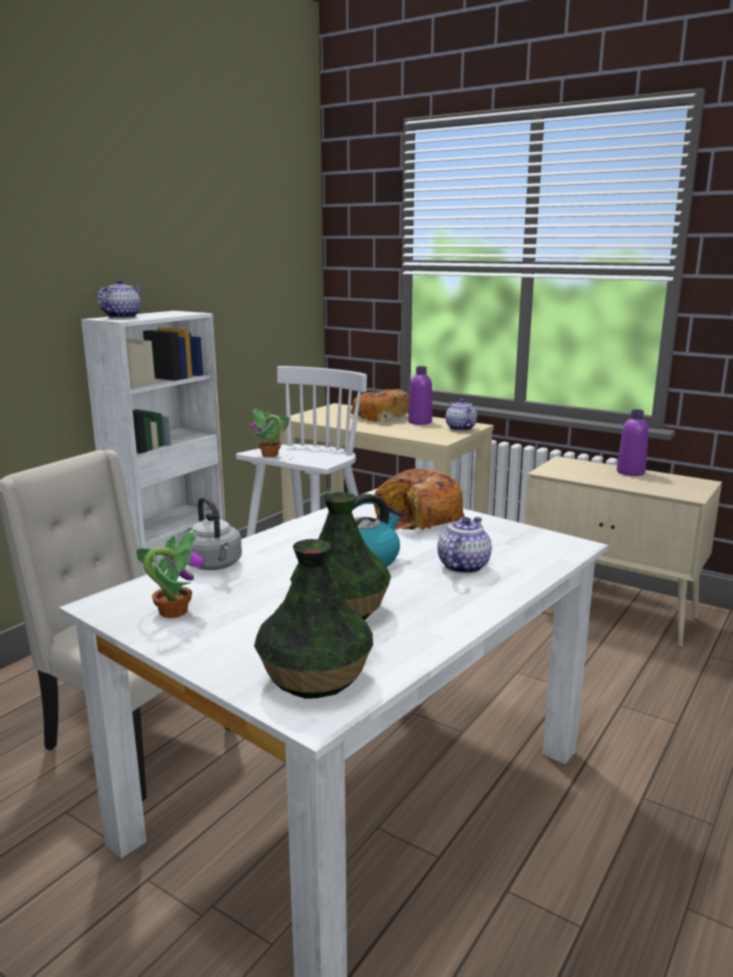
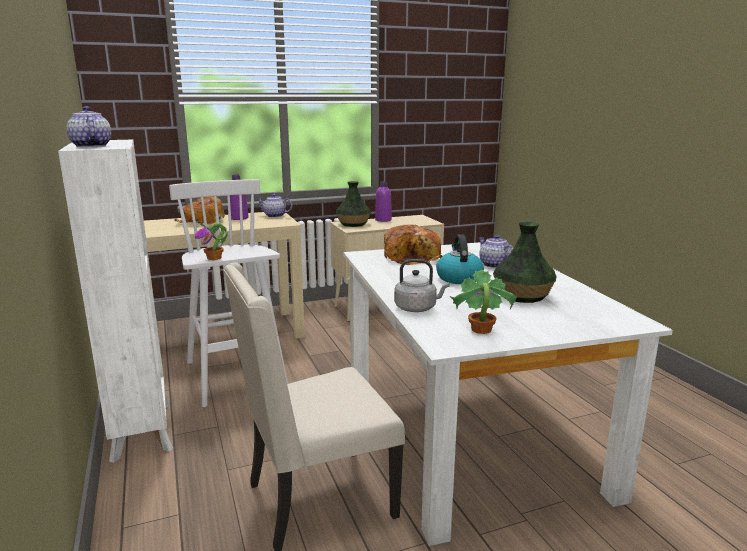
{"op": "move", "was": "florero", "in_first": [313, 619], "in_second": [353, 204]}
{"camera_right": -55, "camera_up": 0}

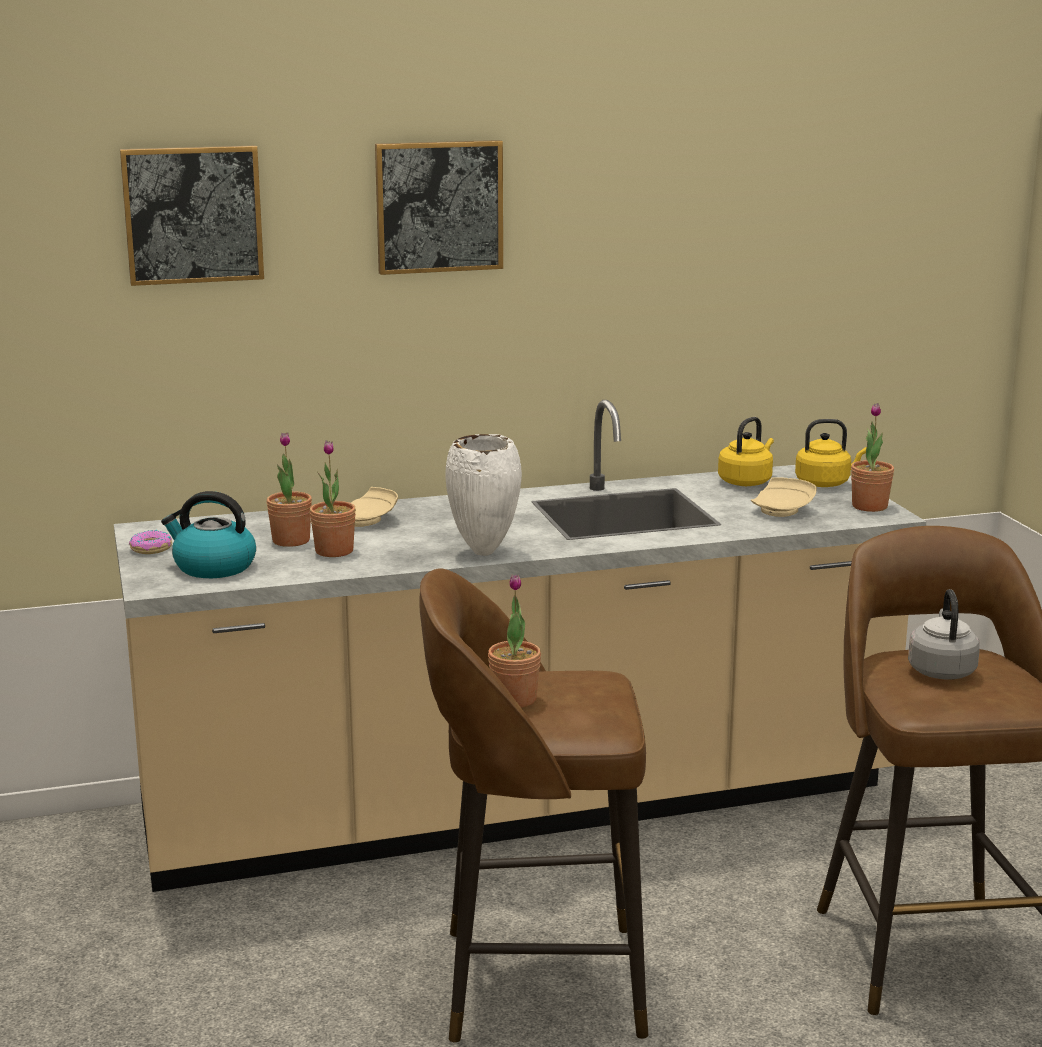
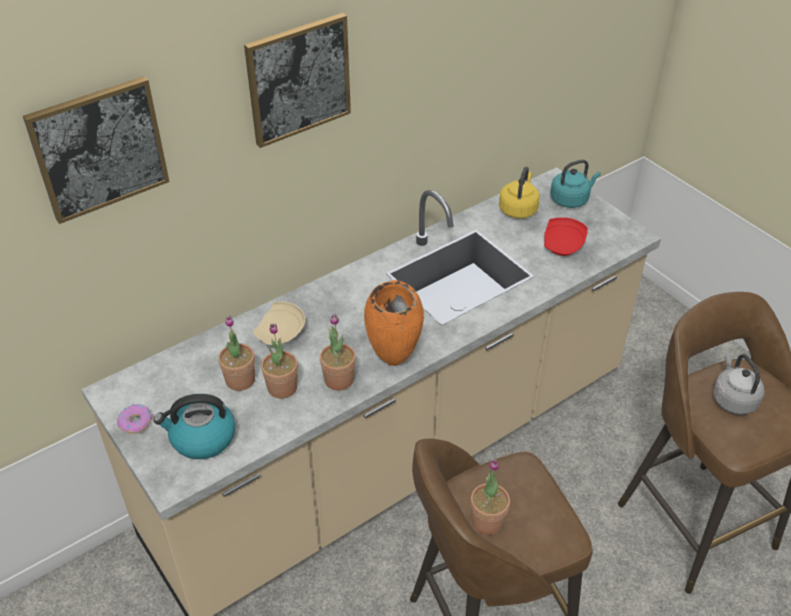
{"op": "move", "was": "planta en maceta", "in_first": [872, 457], "in_second": [338, 352]}
{"op": "recolor", "was": "florero (blanco)", "now": "florero (naranja)", "in_first": [483, 495], "in_second": [394, 323]}
{"op": "recolor", "was": "plato (beis)", "now": "plato (rojo)", "in_first": [784, 497], "in_second": [566, 236]}
{"op": "recolor", "was": "hervidor (amarillo)", "now": "hervidor (turquesa)", "in_first": [831, 453], "in_second": [575, 183]}
{"camera_right": -20, "camera_up": 25}

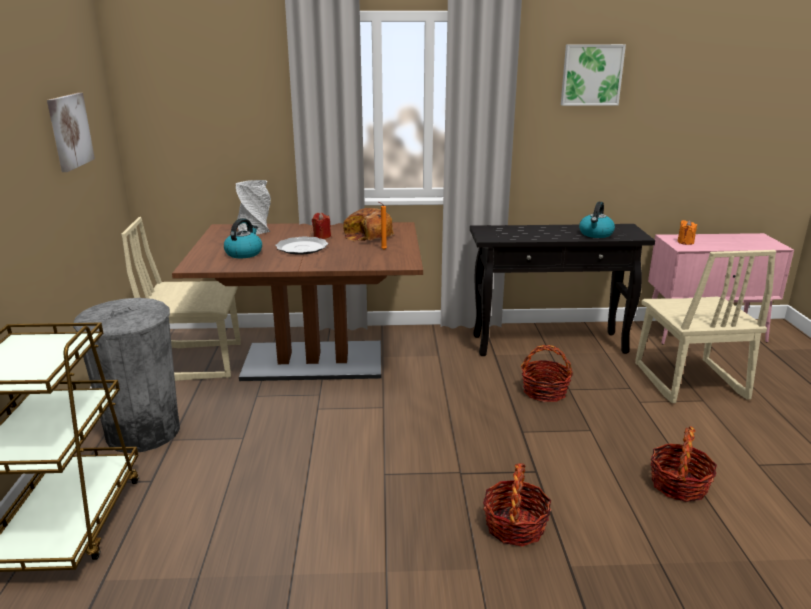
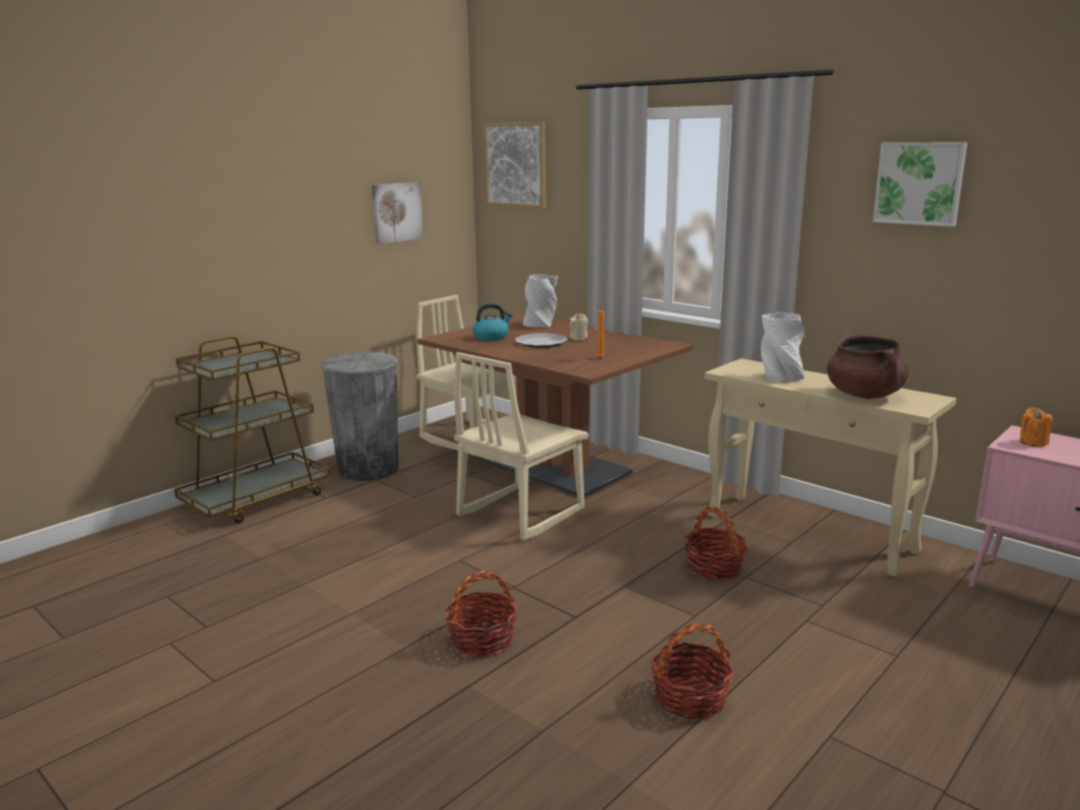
{"op": "move", "was": "silla (beis)", "in_first": [705, 326], "in_second": [521, 446]}
{"op": "insert", "now": "cuadro", "in_second": [514, 165]}
{"op": "recolor", "was": "vela (rojo)", "now": "vela (beis)", "in_first": [321, 226], "in_second": [579, 327]}
{"op": "recolor", "was": "mesa consola (negro)", "now": "mesa consola (beis)", "in_first": [562, 290], "in_second": [830, 467]}
{"op": "insert", "now": "florero (blanco)", "in_second": [783, 347]}
{"op": "replace", "was": "hervidor", "now": "olla (marrón)", "in_first": [597, 220], "in_second": [868, 366]}
{"op": "delete", "was": "pan", "in_first": [368, 224]}
{"camera_right": 45, "camera_up": -5}

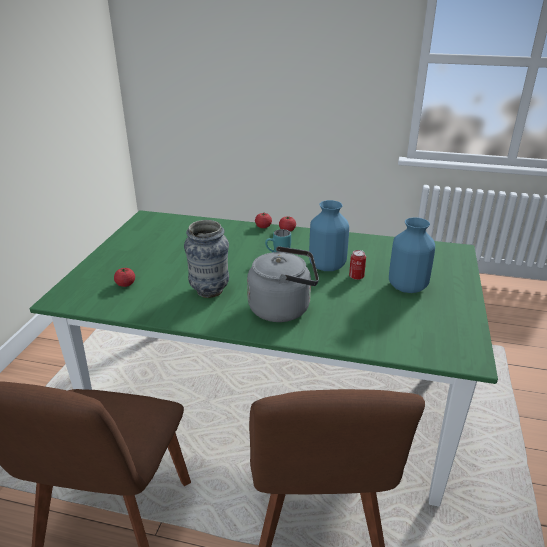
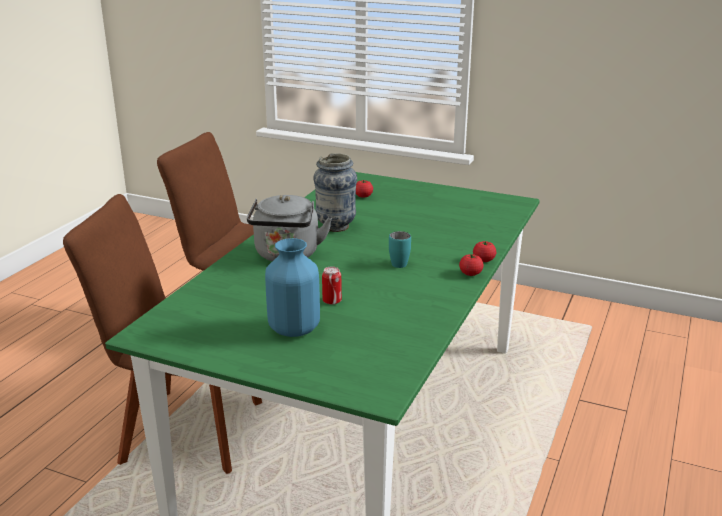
{"op": "delete", "was": "florero (azul)", "in_first": [329, 235]}
{"camera_right": 100, "camera_up": -5}

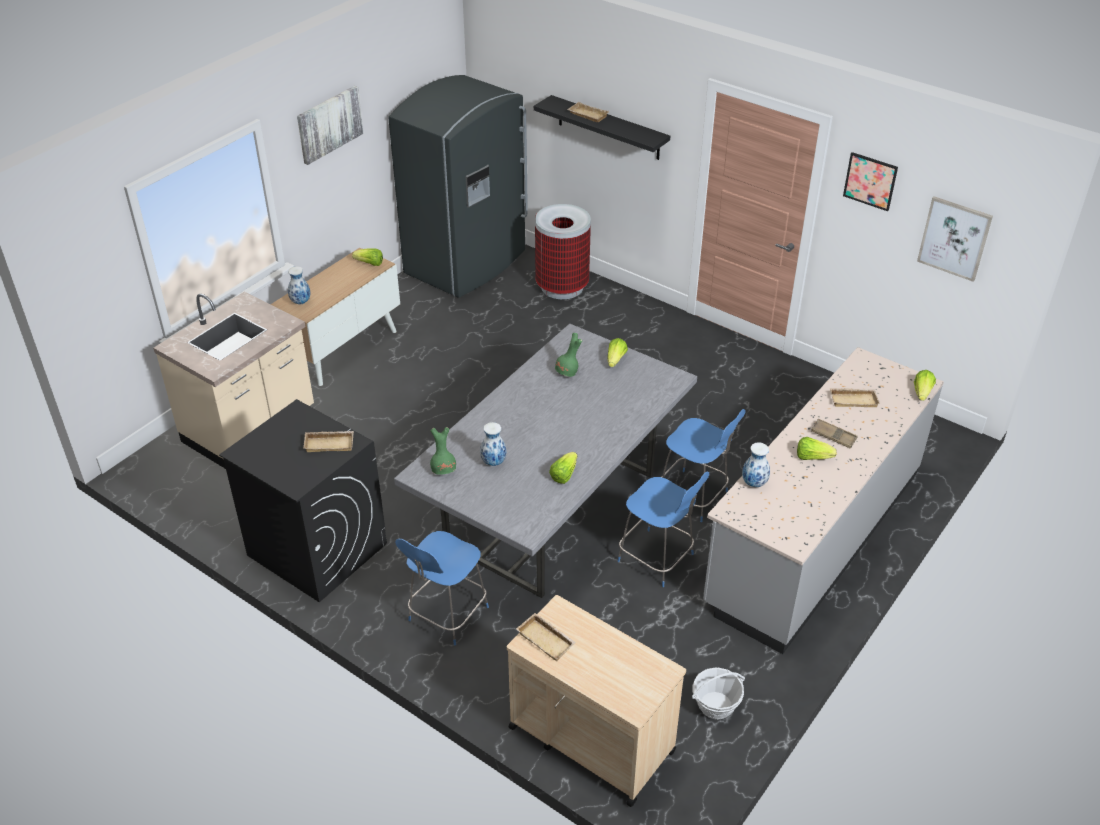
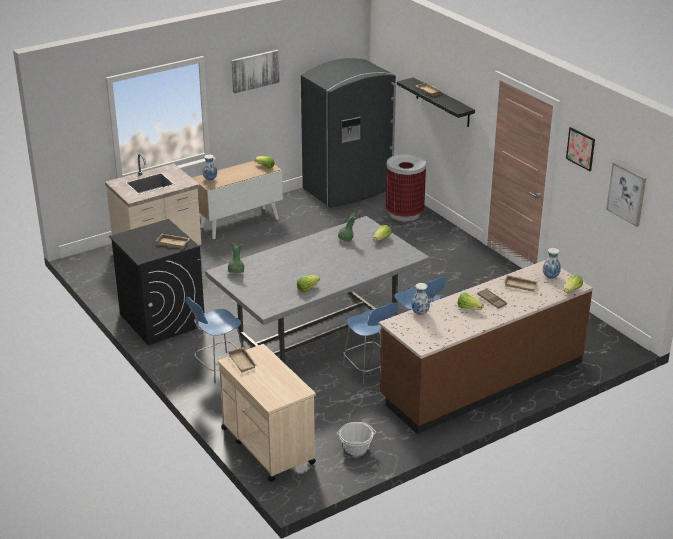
{"op": "recolor", "was": "mueble bajo de cocina (gris)", "now": "mueble bajo de cocina (marrón)", "in_first": [823, 500], "in_second": [486, 347]}
{"op": "move", "was": "florero", "in_first": [493, 444], "in_second": [552, 263]}
{"camera_right": 20, "camera_up": -10}

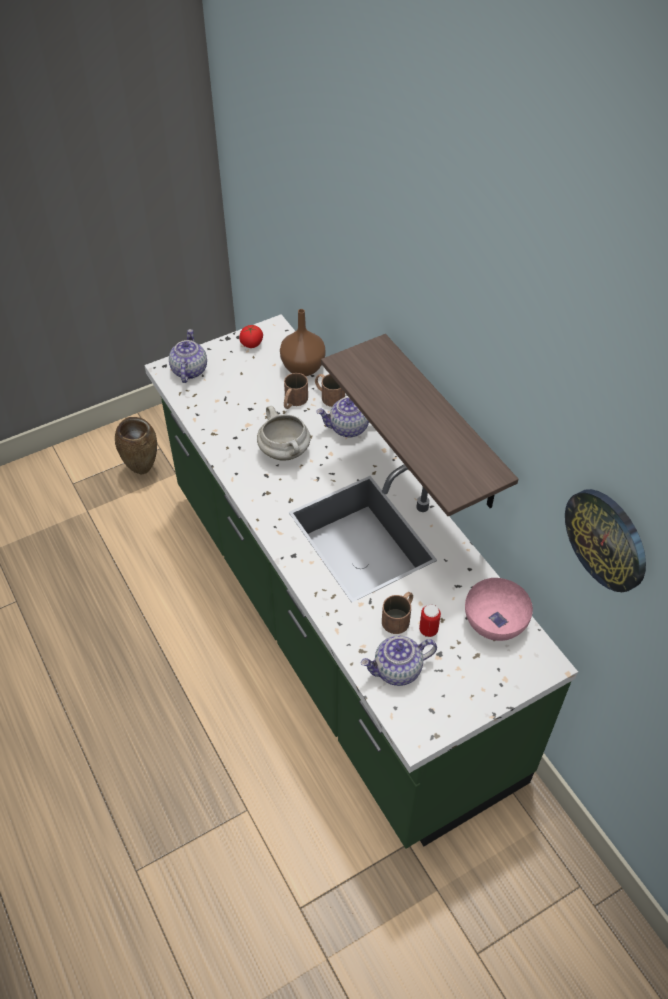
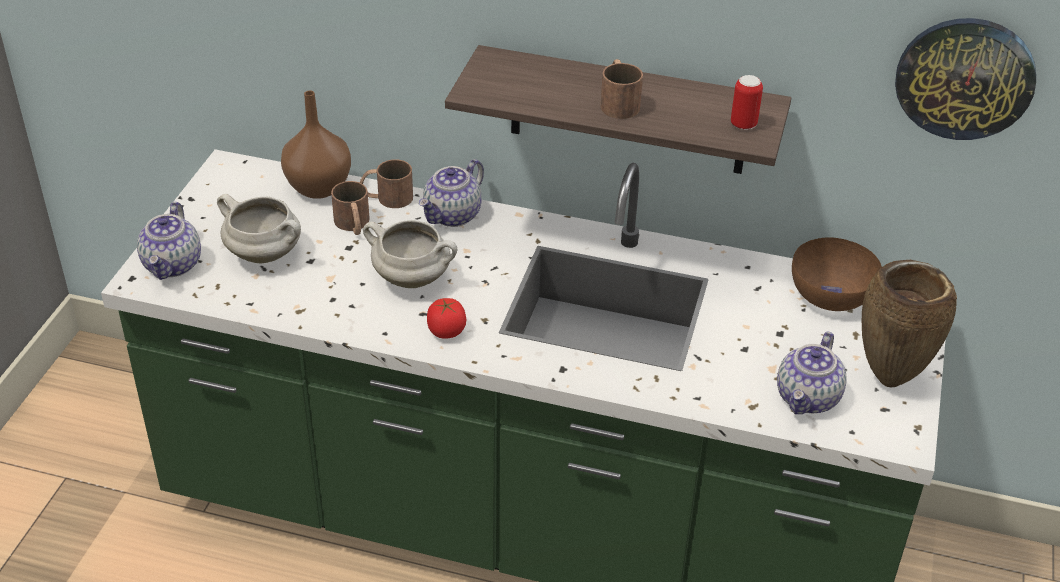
{"op": "rotate", "was": "tetera", "in_first": [188, 356], "in_second": [169, 241], "clockwise": -135}
{"op": "insert", "now": "olla (blanco)", "in_second": [259, 228]}
{"op": "move", "was": "tomate", "in_first": [251, 336], "in_second": [446, 318]}
{"op": "move", "was": "taza grande (marrón)", "in_first": [397, 613], "in_second": [622, 89]}
{"op": "move", "was": "lata", "in_first": [430, 620], "in_second": [747, 102]}
{"op": "recolor", "was": "cuenco (rosa)", "now": "cuenco (marrón)", "in_first": [499, 609], "in_second": [837, 274]}
{"op": "move", "was": "florero (marrón)", "in_first": [136, 445], "in_second": [909, 323]}
{"camera_right": -45, "camera_up": -10}

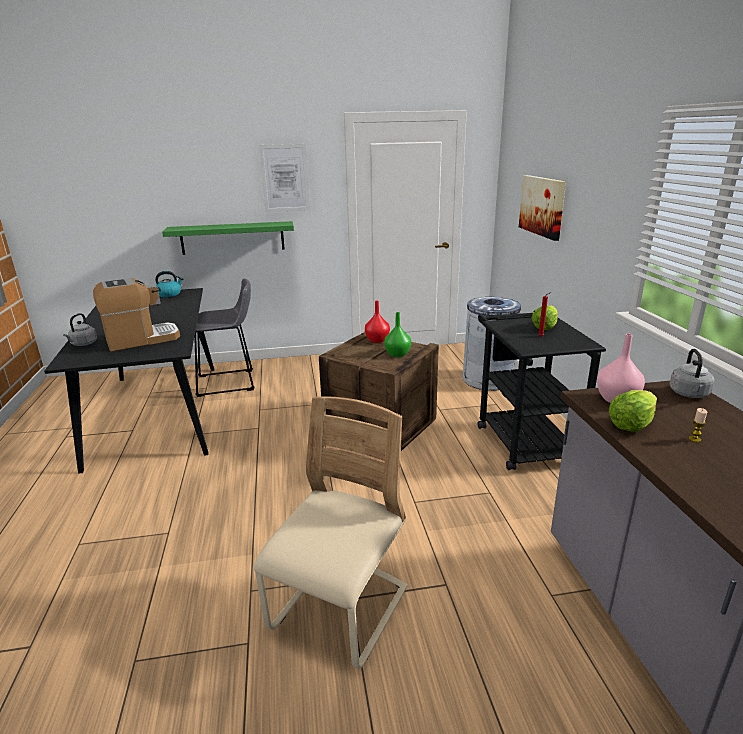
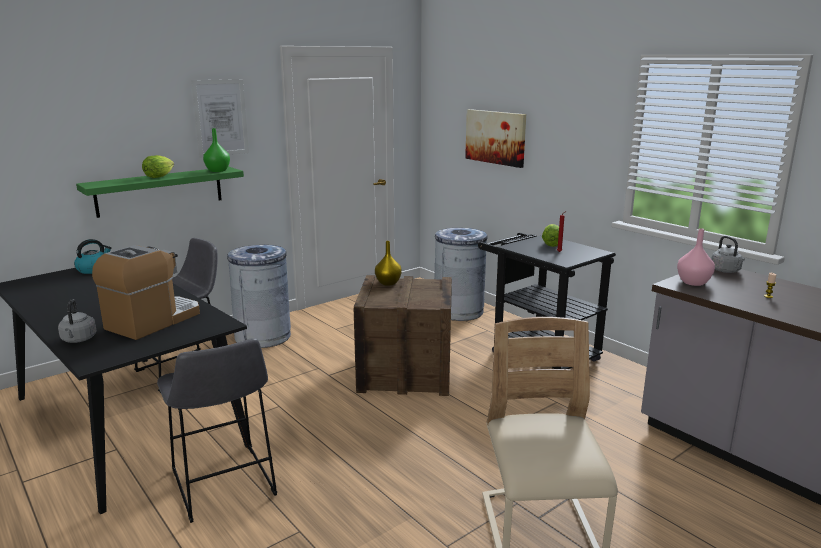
{"op": "move", "was": "lechuga", "in_first": [633, 411], "in_second": [158, 166]}
{"op": "insert", "now": "taburete (gris)", "in_second": [217, 430]}
{"op": "move", "was": "florero (verde)", "in_first": [397, 334], "in_second": [216, 150]}
{"op": "insert", "now": "papelera (gris)", "in_second": [259, 296]}
{"op": "recolor", "was": "florero (rojo)", "now": "florero (amarillo)", "in_first": [377, 322], "in_second": [388, 263]}
{"camera_right": -30, "camera_up": -5}

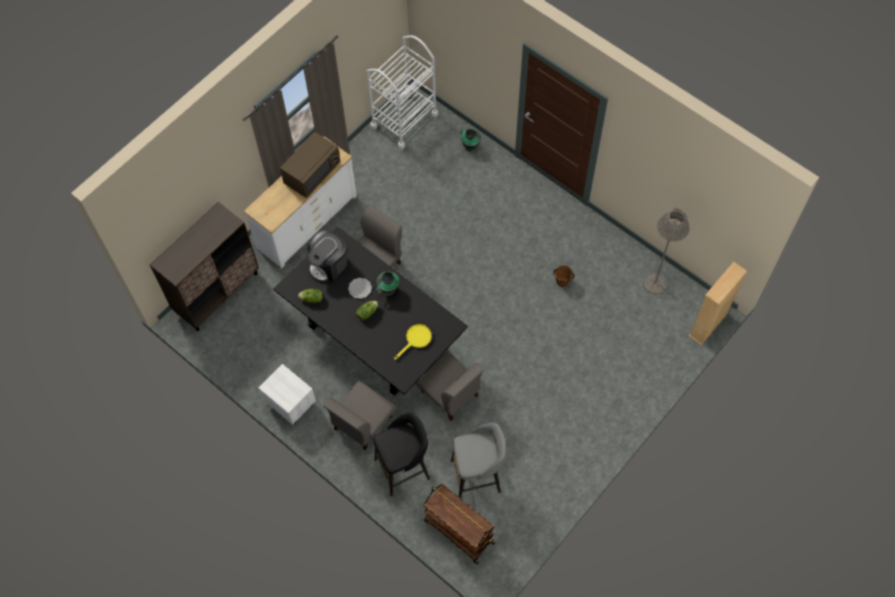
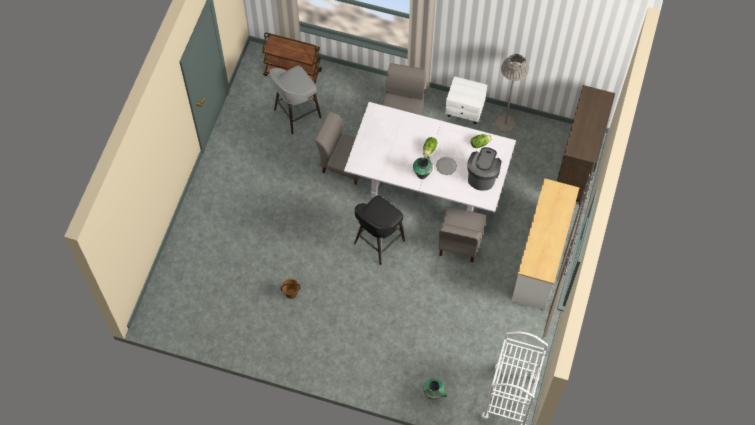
{"op": "recolor", "was": "mesa de comedor (negro)", "now": "mesa de comedor (blanco)", "in_first": [370, 311], "in_second": [430, 157]}
{"op": "move", "was": "taburete (negro)", "in_first": [401, 454], "in_second": [379, 230]}
{"op": "move", "was": "lámpara de pie (gris)", "in_first": [666, 251], "in_second": [512, 93]}
{"op": "delete", "was": "microondas (marrón)", "in_first": [310, 165]}
{"op": "delete", "was": "sartén (amarillo)", "in_first": [413, 342]}
{"op": "delete", "was": "estantería (beis)", "in_first": [718, 303]}
{"camera_right": 155, "camera_up": 0}

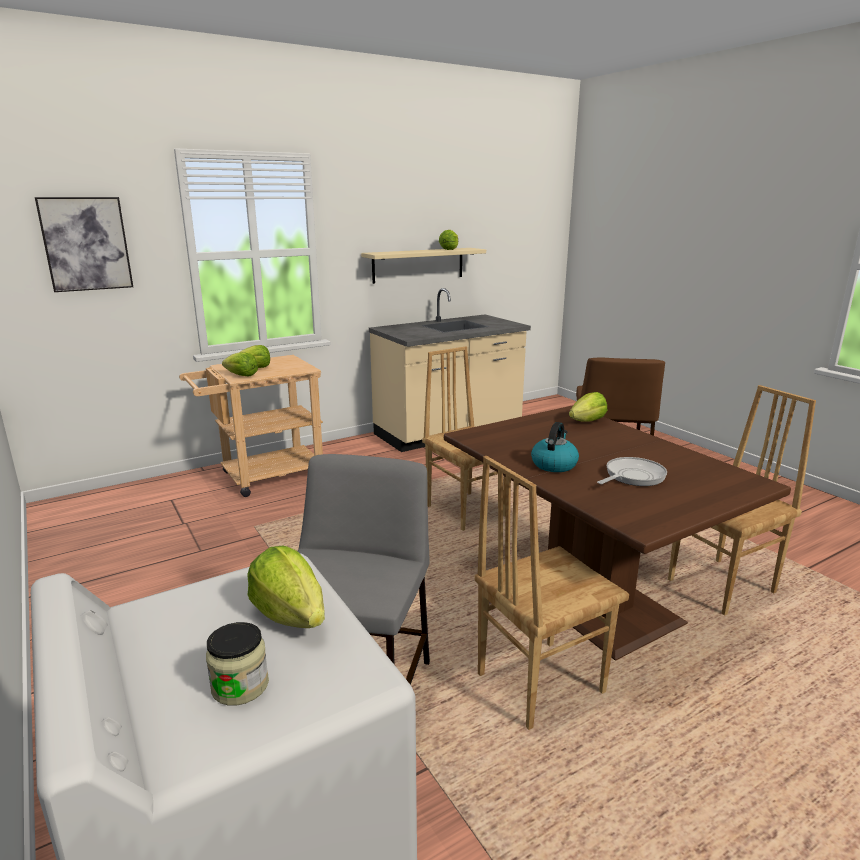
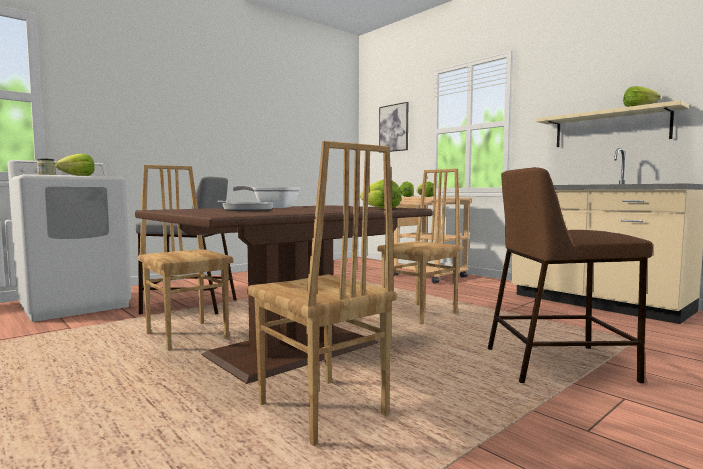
{"op": "replace", "was": "hervidor", "now": "sartén", "in_first": [555, 447], "in_second": [266, 196]}
{"camera_right": 80, "camera_up": -15}

